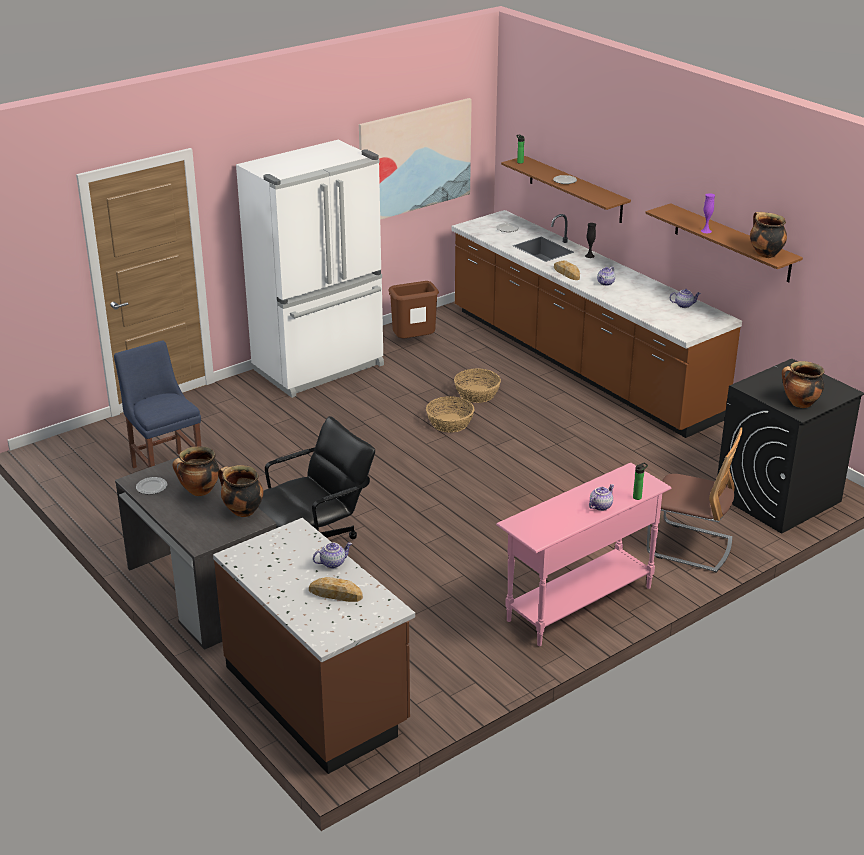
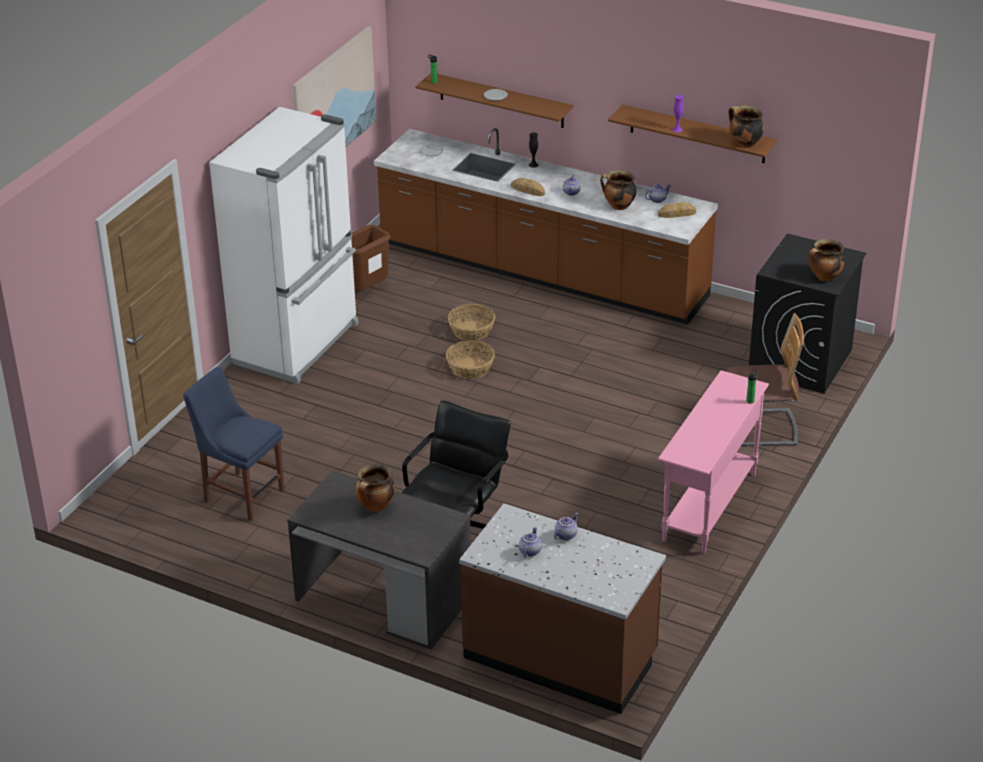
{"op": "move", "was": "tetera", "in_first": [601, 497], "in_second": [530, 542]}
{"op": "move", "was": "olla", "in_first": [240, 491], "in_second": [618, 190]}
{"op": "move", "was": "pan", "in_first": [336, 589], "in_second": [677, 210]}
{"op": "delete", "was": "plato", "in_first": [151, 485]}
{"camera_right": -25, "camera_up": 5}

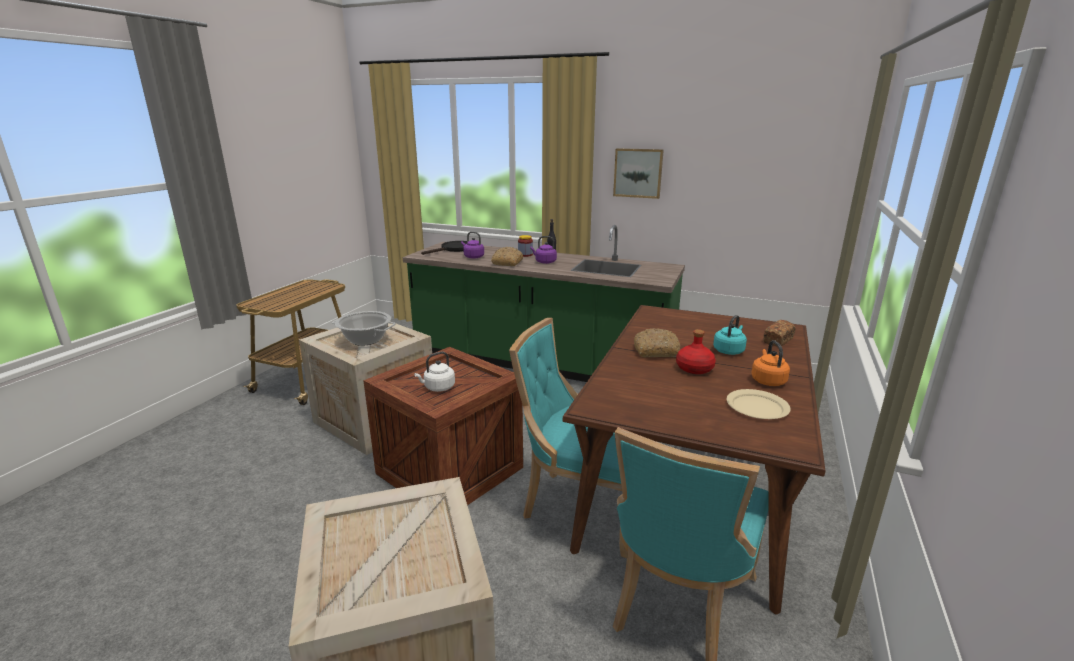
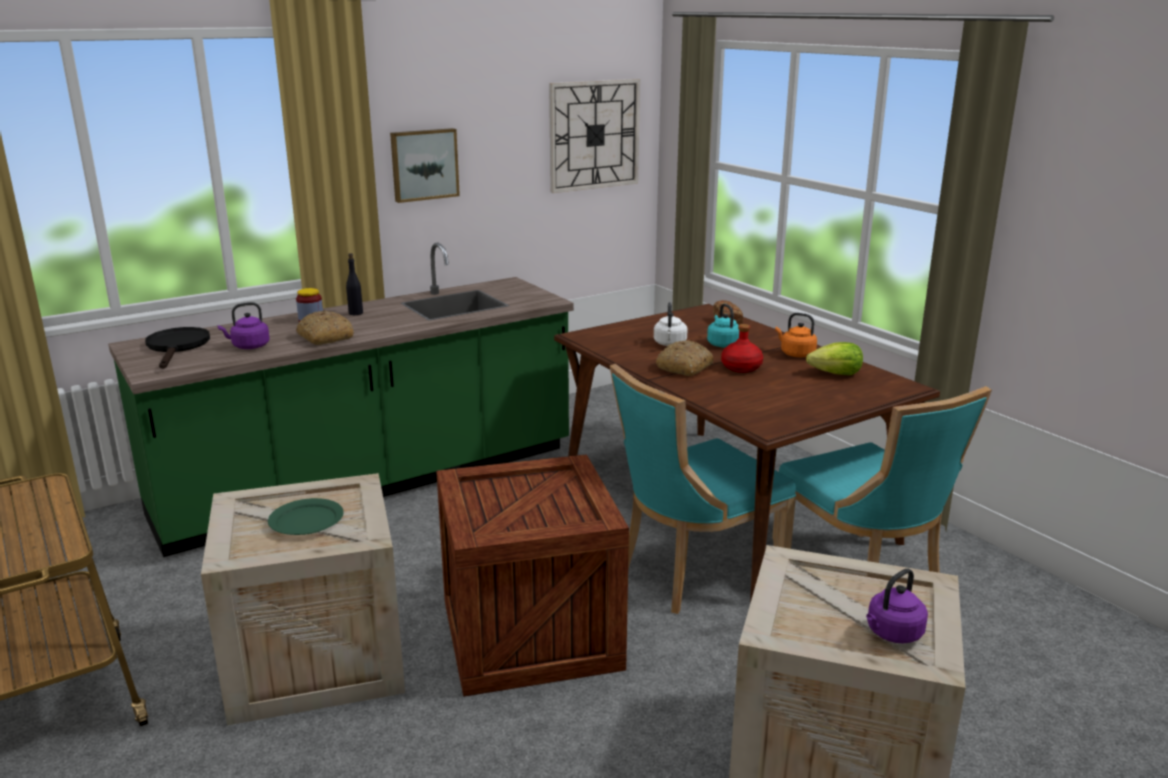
{"op": "replace", "was": "olla", "now": "plato (verde)", "in_first": [364, 328], "in_second": [306, 516]}
{"op": "insert", "now": "reloj de pared", "in_second": [594, 136]}
{"op": "move", "was": "hervidor (blanco)", "in_first": [434, 371], "in_second": [671, 324]}
{"op": "replace", "was": "plato (beis)", "now": "lechuga", "in_first": [759, 404], "in_second": [834, 358]}
{"op": "move", "was": "hervidor (morado)", "in_first": [543, 250], "in_second": [897, 605]}
{"camera_right": -55, "camera_up": 0}

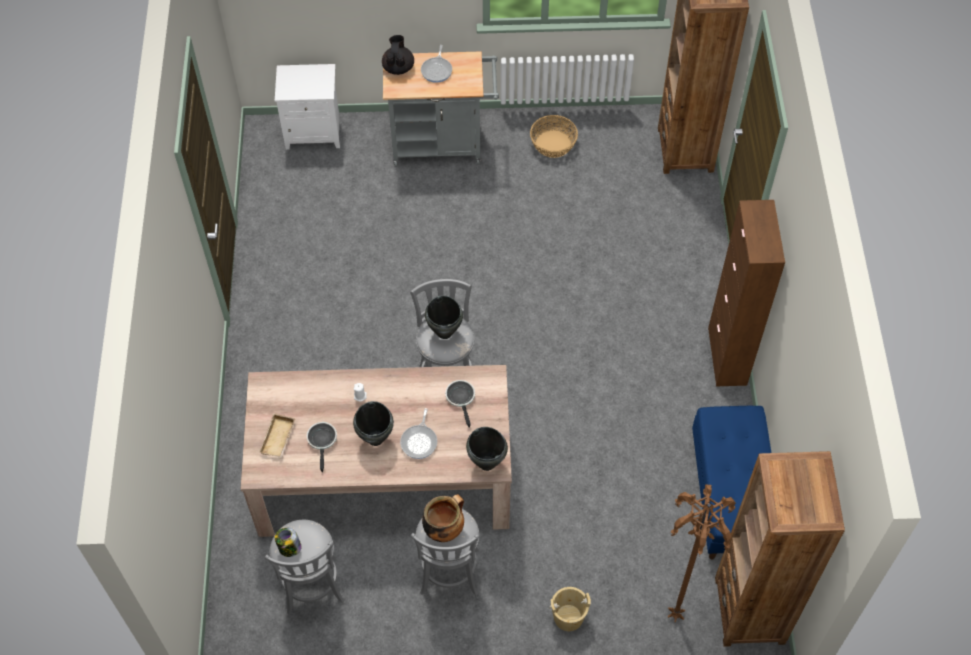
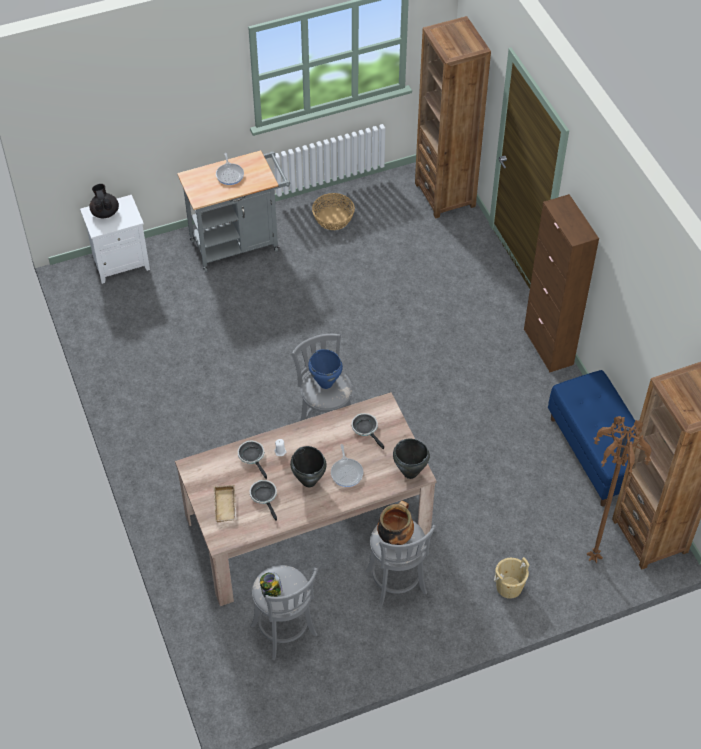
{"op": "move", "was": "tetera (negro)", "in_first": [398, 55], "in_second": [104, 201]}
{"op": "insert", "now": "sartén", "in_second": [252, 460]}
{"op": "recolor", "was": "olla (negro)", "now": "olla (azul)", "in_first": [444, 317], "in_second": [325, 369]}
{"camera_right": -20, "camera_up": -5}

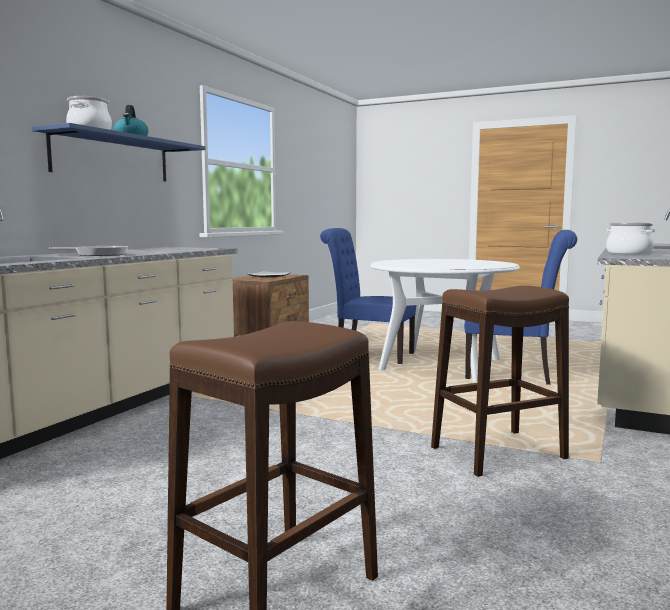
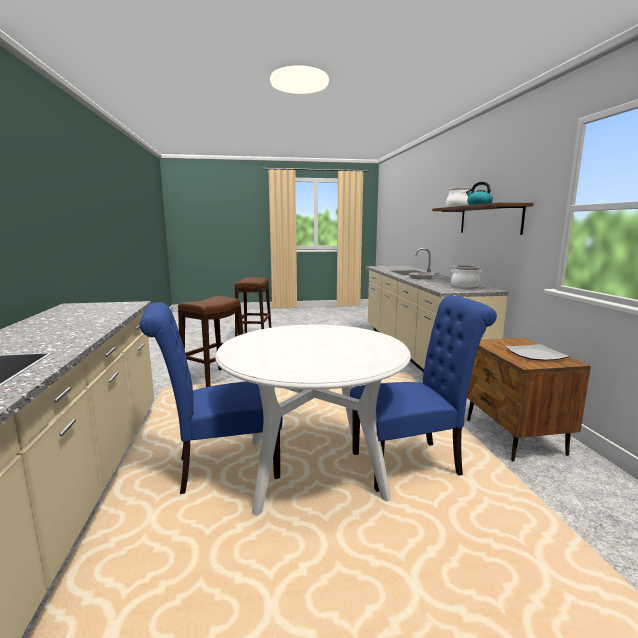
{"op": "recolor", "was": "estante (azul)", "now": "estante (marrón)", "in_first": [119, 152], "in_second": [483, 218]}
{"op": "move", "was": "olla", "in_first": [630, 238], "in_second": [466, 276]}
{"camera_right": 145, "camera_up": 5}

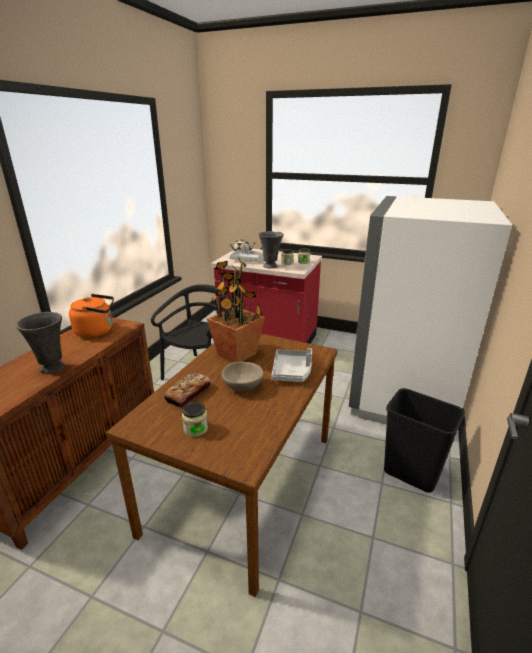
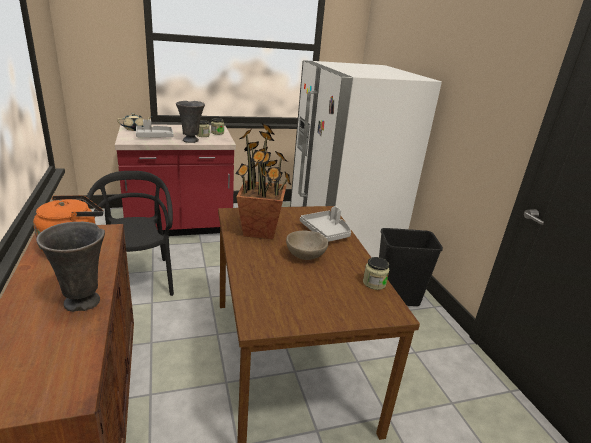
{"op": "move", "was": "tarro", "in_first": [195, 419], "in_second": [376, 273]}
{"op": "delete", "was": "pan", "in_first": [187, 390]}
{"camera_right": -40, "camera_up": 0}

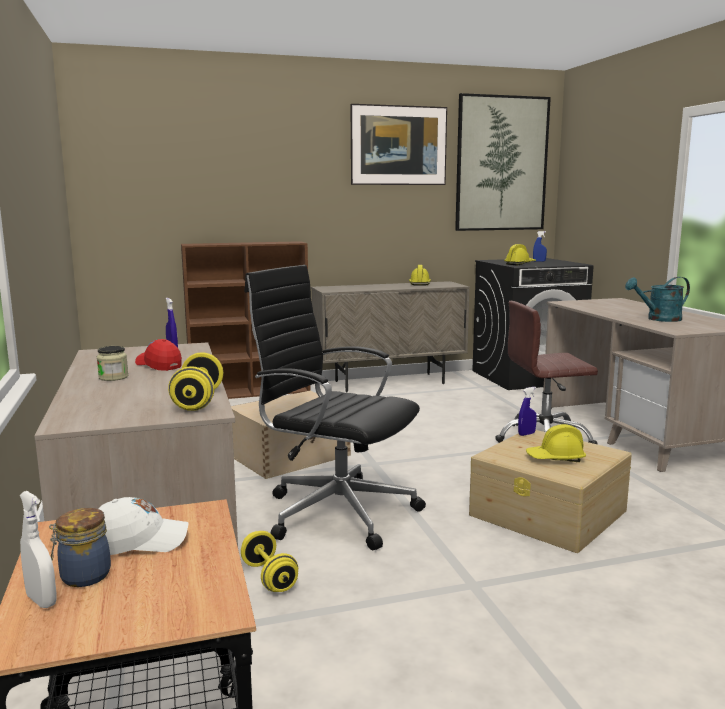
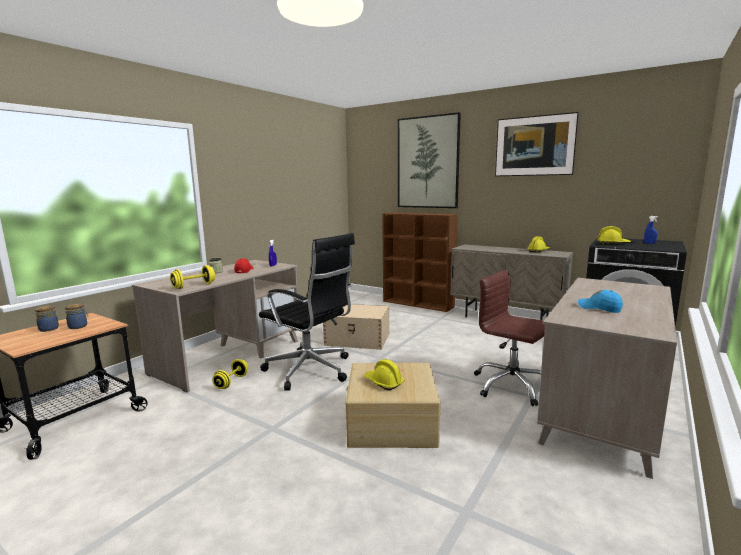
{"op": "replace", "was": "gorra (blanco)", "now": "tarro", "in_first": [144, 526], "in_second": [76, 316]}
{"op": "rotate", "was": "silla de oficina (negro)", "in_first": [335, 407], "in_second": [307, 312], "clockwise": 135}
{"op": "move", "was": "cuadro", "in_first": [503, 162], "in_second": [429, 160]}
{"op": "replace", "was": "regadera (turquesa)", "now": "gorra (azul)", "in_first": [657, 299], "in_second": [600, 301]}
{"op": "delete", "was": "pulverizador (blanco)", "in_first": [38, 549]}
{"op": "delete", "was": "pulverizador (azul)", "in_first": [527, 411]}
{"camera_right": 50, "camera_up": 0}

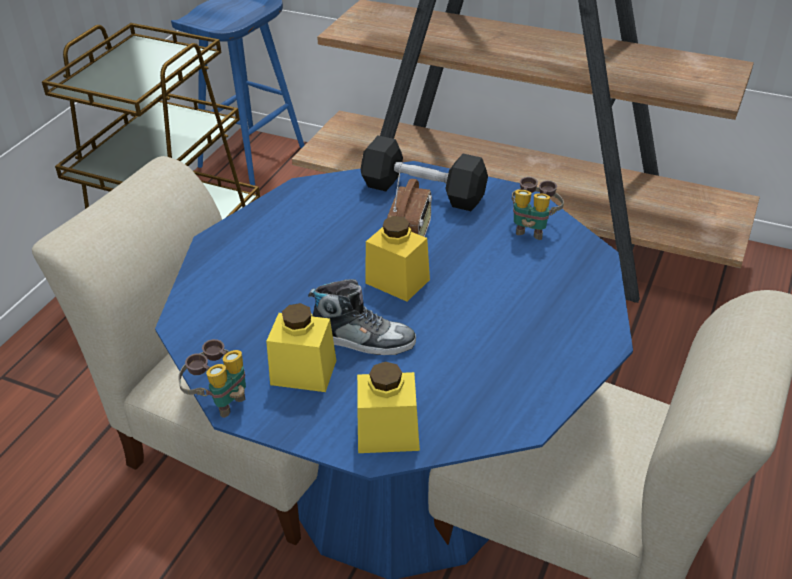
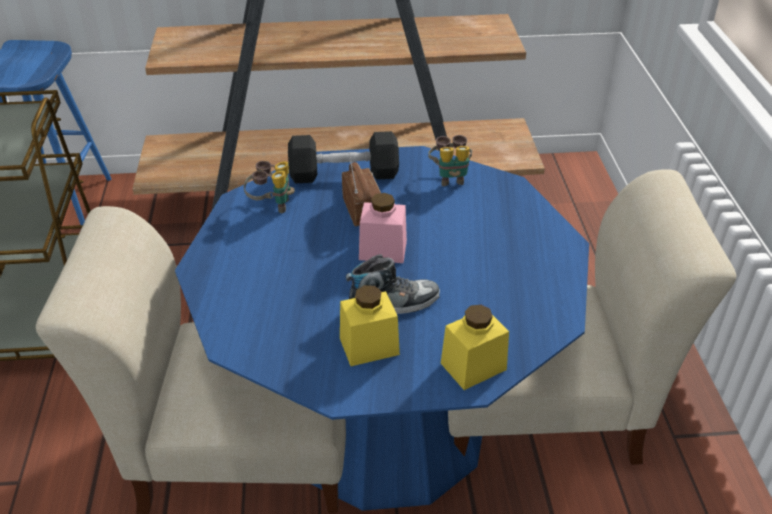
{"op": "move", "was": "prismáticos", "in_first": [212, 378], "in_second": [269, 187]}
{"op": "recolor", "was": "tarro (amarillo)", "now": "tarro (rosa)", "in_first": [397, 259], "in_second": [383, 228]}
{"camera_right": -30, "camera_up": 0}

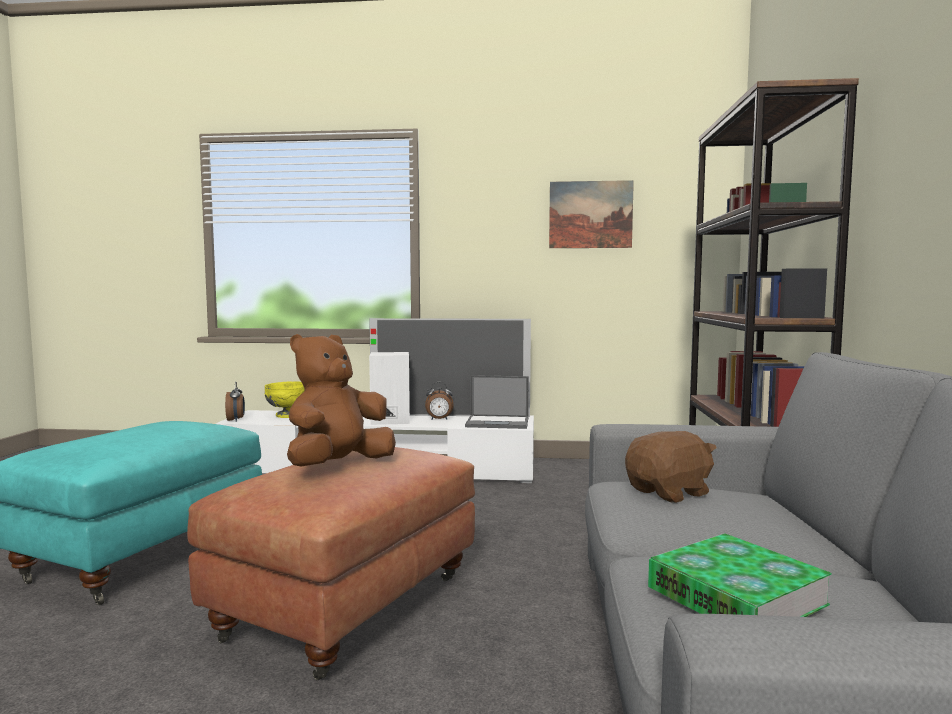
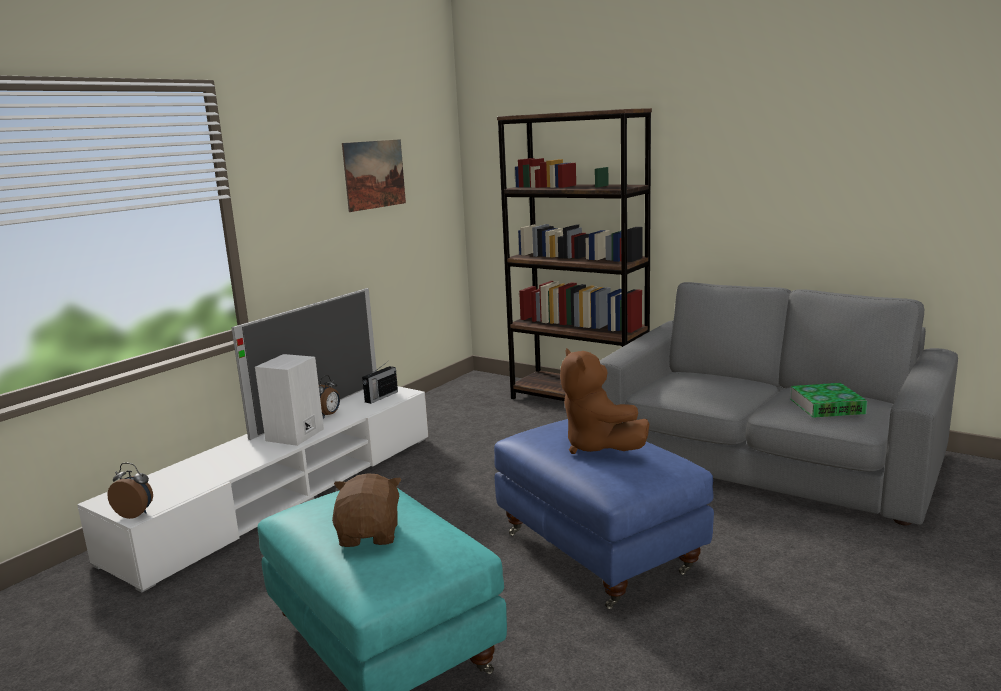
{"op": "move", "was": "peluche (marrón)", "in_first": [671, 467], "in_second": [366, 510]}
{"op": "replace", "was": "portátil", "now": "radio", "in_first": [497, 402], "in_second": [380, 383]}
{"op": "recolor", "was": "puf (marrón)", "now": "puf (azul)", "in_first": [331, 563], "in_second": [604, 514]}
{"op": "delete", "was": "cuenco (amarillo)", "in_first": [285, 399]}
{"camera_right": -60, "camera_up": 10}

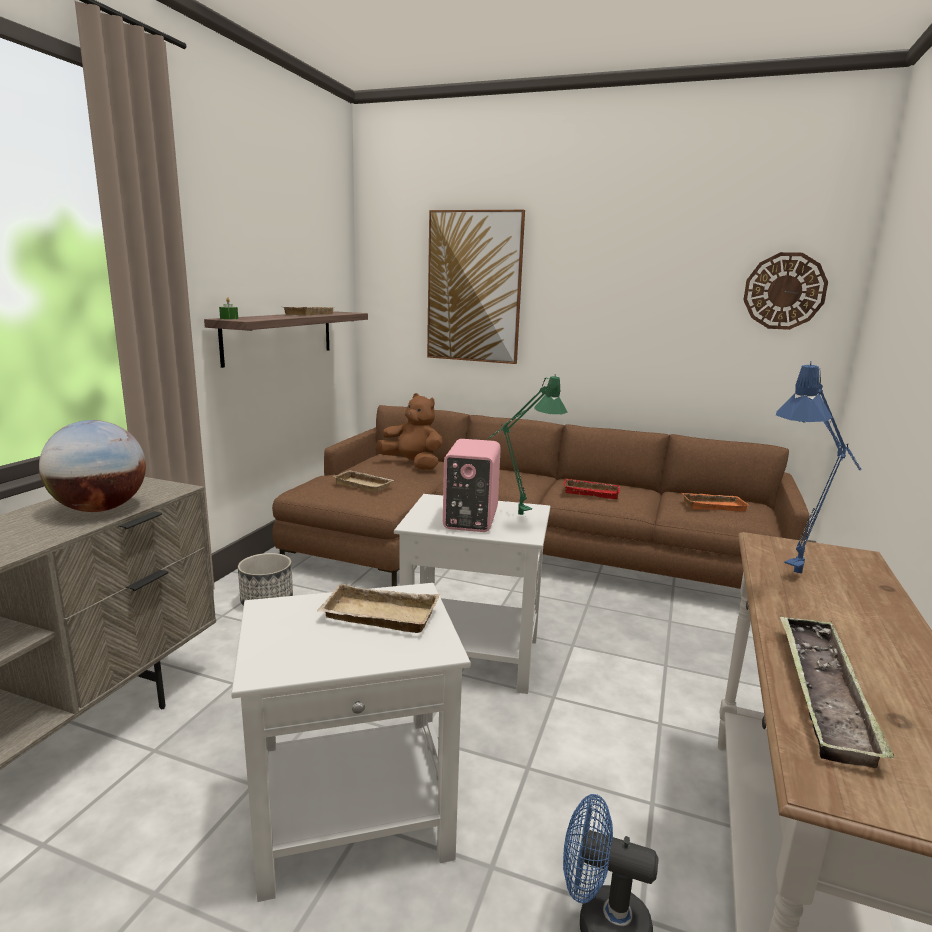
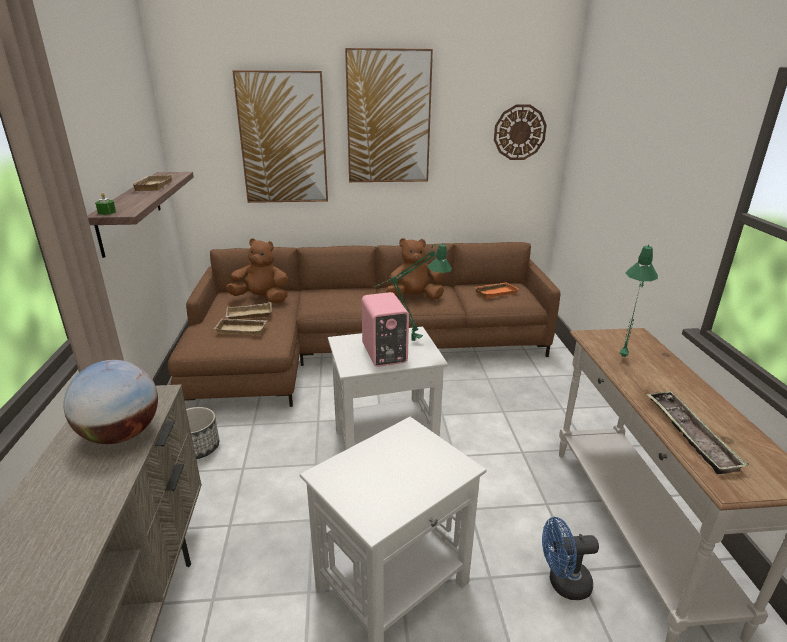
{"op": "move", "was": "bandeja (beis)", "in_first": [378, 608], "in_second": [249, 310]}
{"op": "insert", "now": "cuadro", "in_second": [389, 115]}
{"op": "replace", "was": "bandeja (rojo)", "now": "peluche (marrón)", "in_first": [591, 488], "in_second": [415, 268]}
{"op": "recolor", "was": "lámpara de mesa (azul)", "now": "lámpara de mesa (verde)", "in_first": [819, 467], "in_second": [638, 302]}
{"camera_right": -25, "camera_up": 10}

